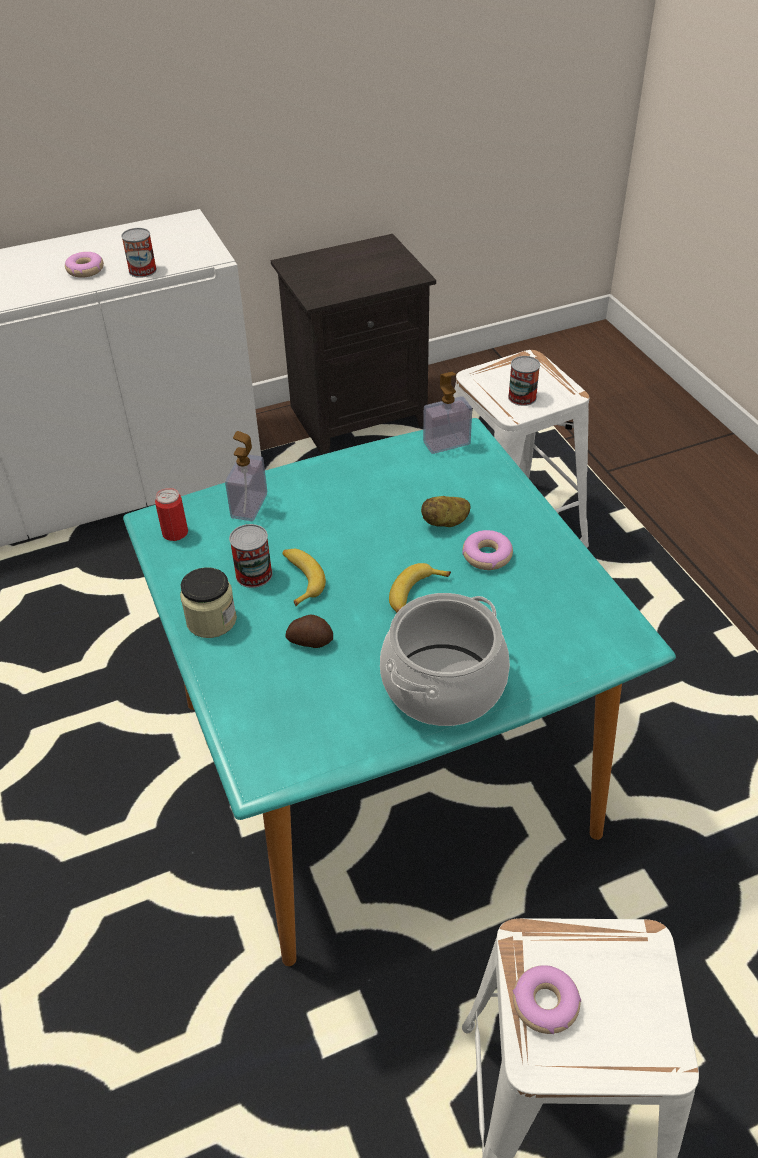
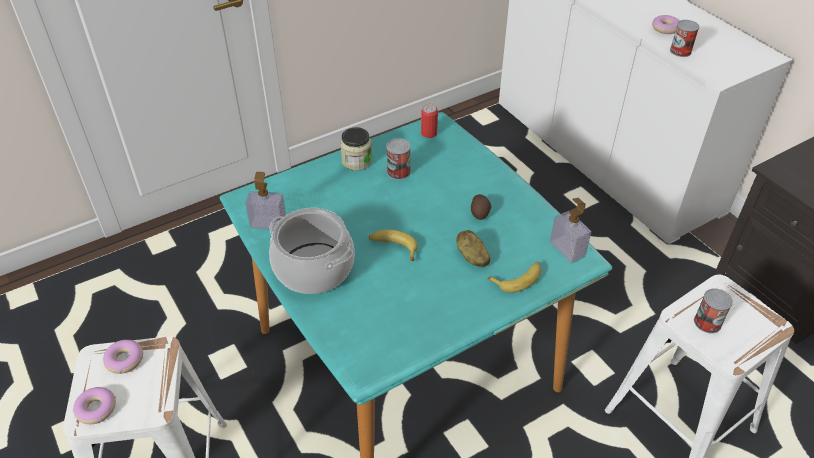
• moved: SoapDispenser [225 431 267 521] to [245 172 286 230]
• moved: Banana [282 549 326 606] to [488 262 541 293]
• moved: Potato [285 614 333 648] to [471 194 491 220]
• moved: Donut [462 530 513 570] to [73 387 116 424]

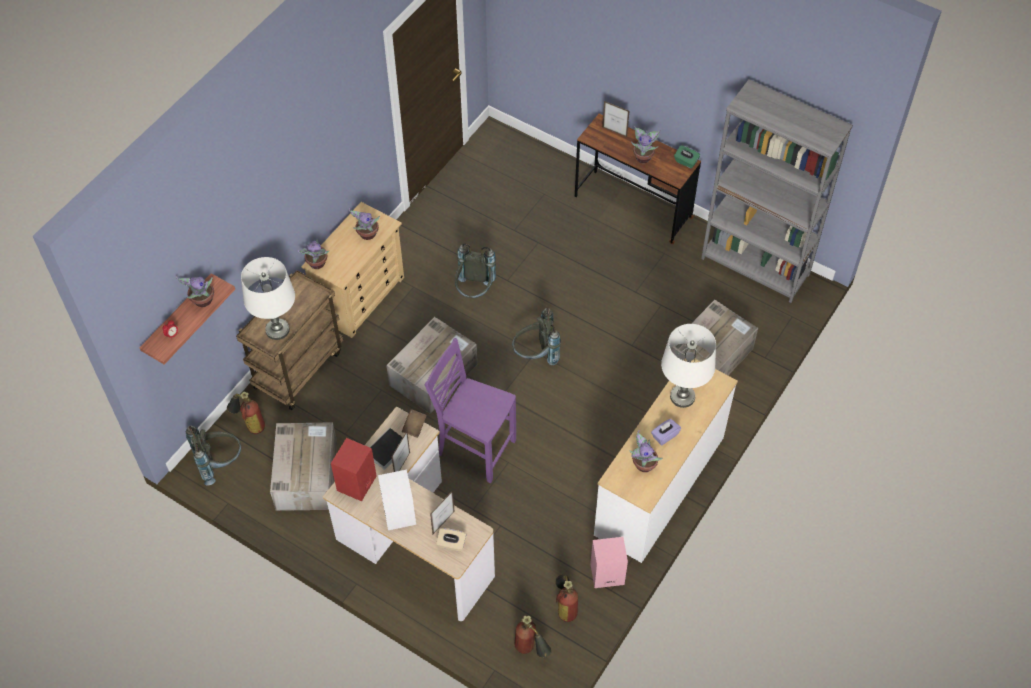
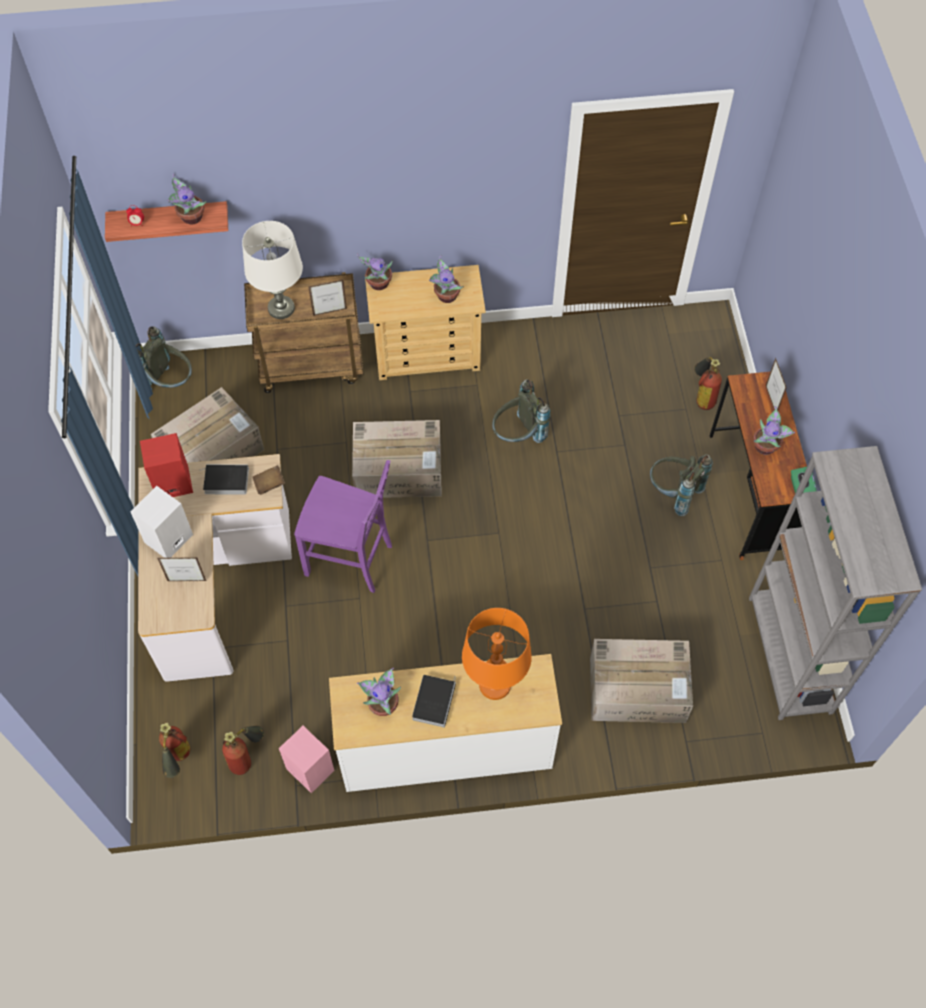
• removed: BeigeTissueBox [436 528 466 552]
• moved: FireExtinguisher [227 391 265 434] to [694 357 722 410]
• moved: PictureFrame [392 431 410 472] to [308 280 347 316]
• moved: GreyBackpack [512 308 561 365] to [650 455 713 516]
• replaced: PurpleTissueBox [651 419 681 445] to Book [412 675 456 728]
• recoloured: WhiteTableLamp [661 324 716 408] to OrangeTableLamp [462 608 532 700]
• turned: PurpleChair [425 338 516 483] = [294 460 392 593] 120 degrees clockwise

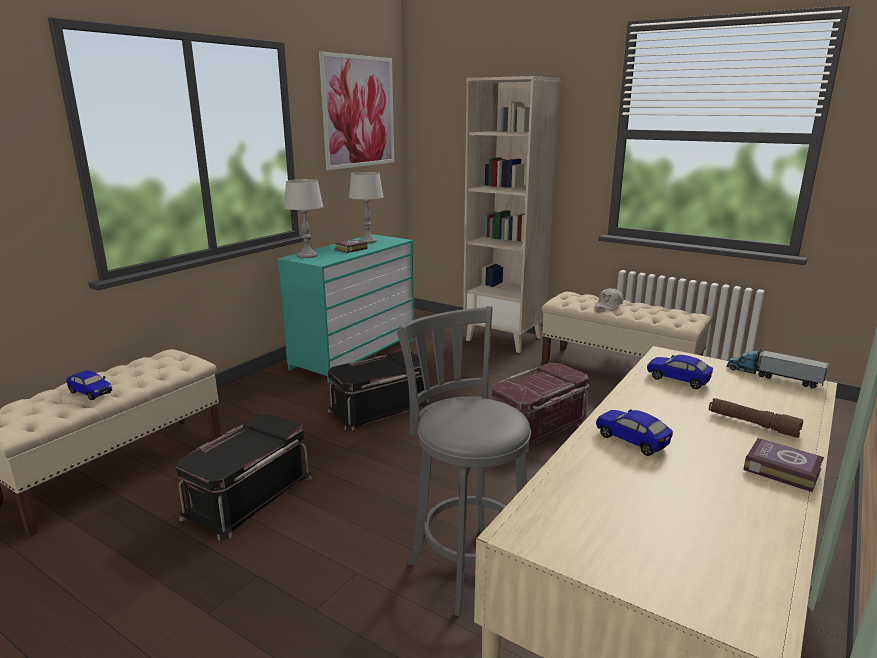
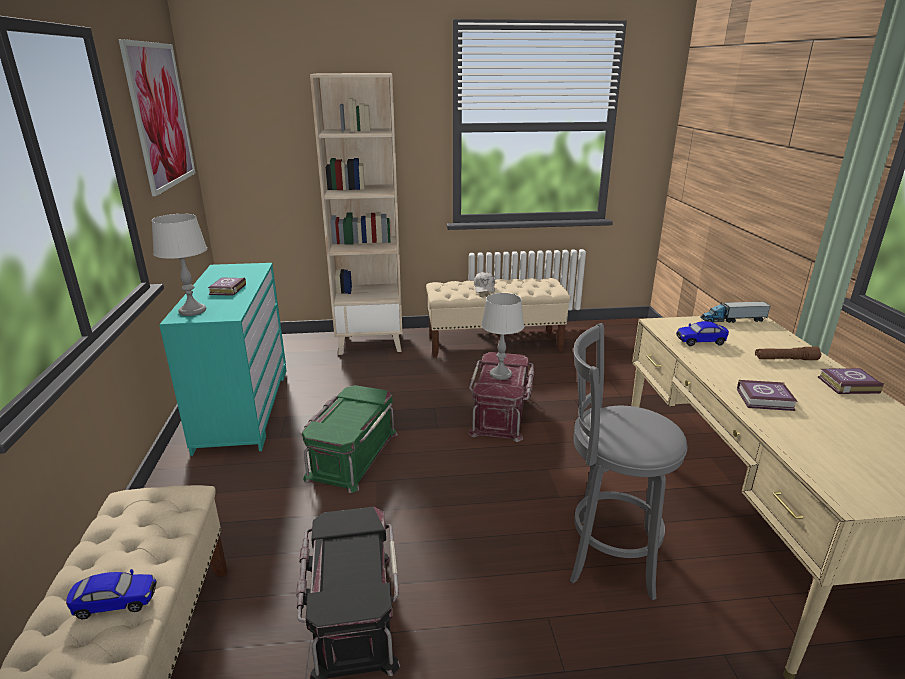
• moved: GreyTableLamp [349 172 384 243] to [481 293 524 380]
• replaced: ToyCar [596 409 673 456] to Book [737 380 798 411]
• recoloured: BlackStorageBox [327 351 432 431] to GreenStorageBox [300 385 398 493]

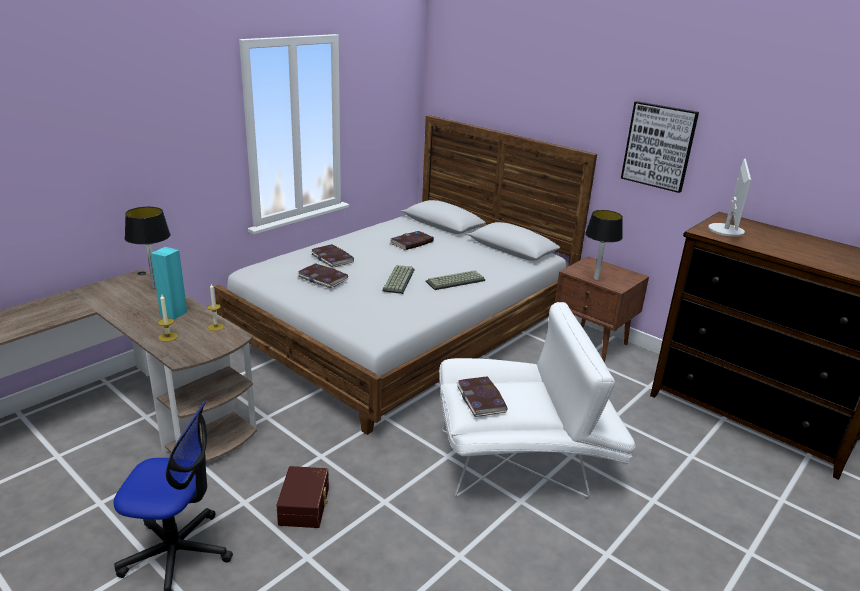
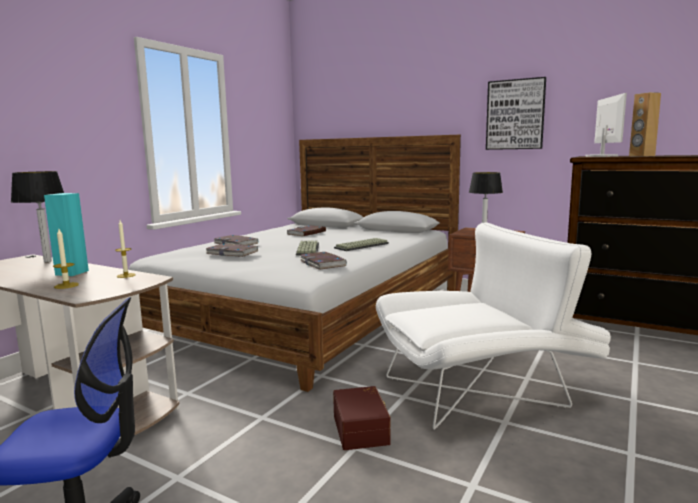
• added: BrownSpeaker [629 92 661 157]
• moved: BrownStorageBox [276 466 329 528] to [333 386 390 450]
• moved: Book [457 376 507 417] to [299 252 347 270]

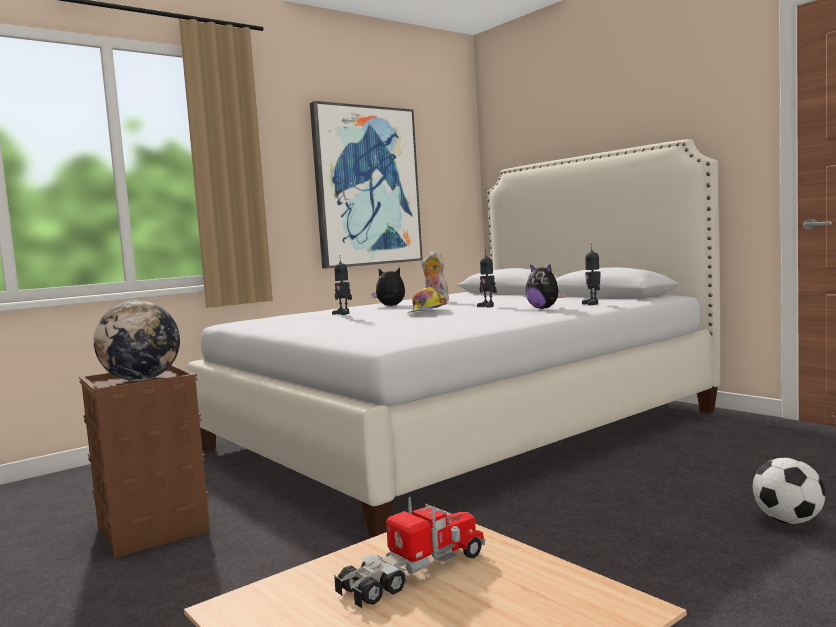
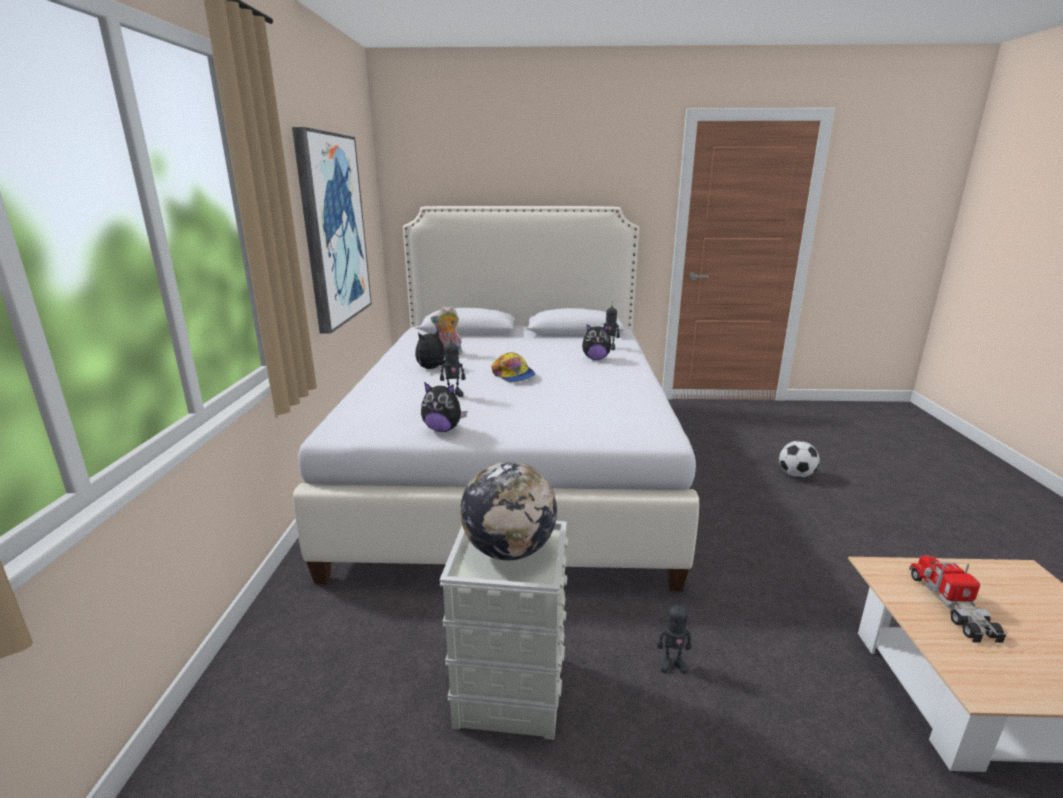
• added: PlushToy [421 382 467 432]
• moved: ToyRobot [477 249 497 308] to [657 598 692 674]
• recoloured: BrownStorageBox [79 363 210 558] to GreyStorageBox [440 521 568 740]

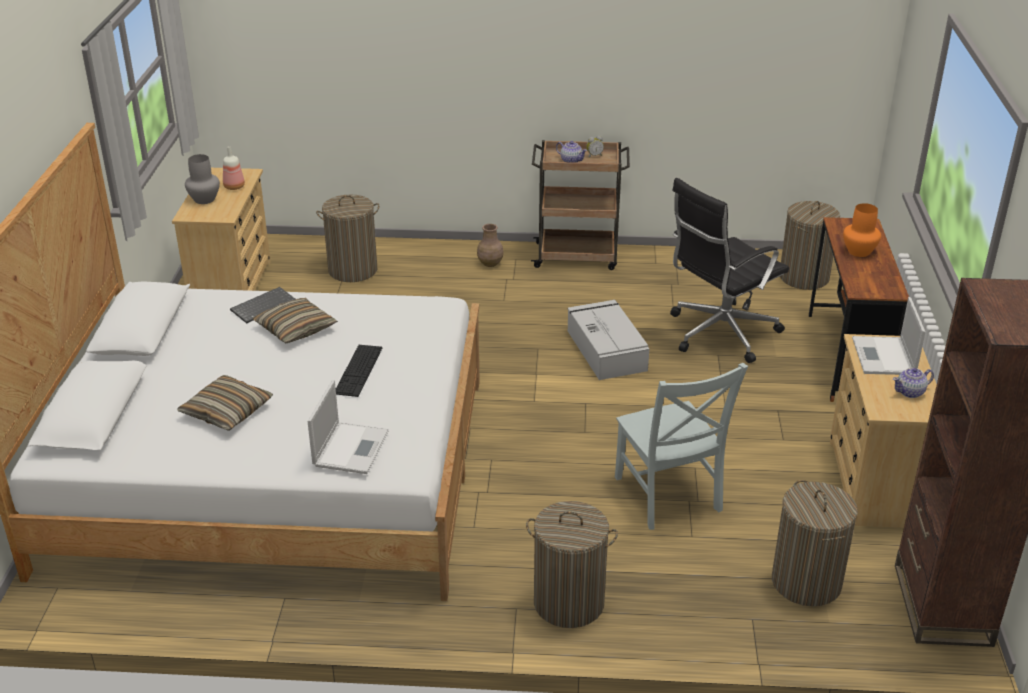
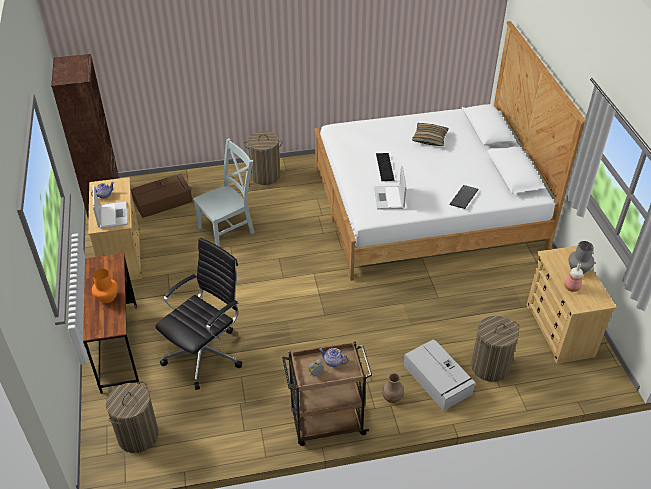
• removed: Pillow [253 298 338 343]
• moved: Laptop [307 380 389 474] to [374 166 407 210]
• moved: GreyStorageBox [568 300 649 380] to [404 339 475 411]
• replaced: LaundryBasket [772 480 858 606] to BrownStorageBox [131 174 192 218]
• turned: GreyChair [615 363 748 530] = [193 138 255 247] 90 degrees clockwise

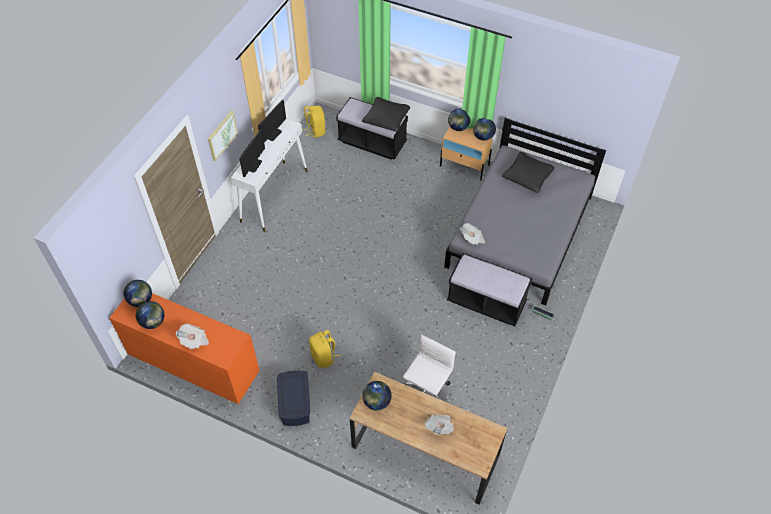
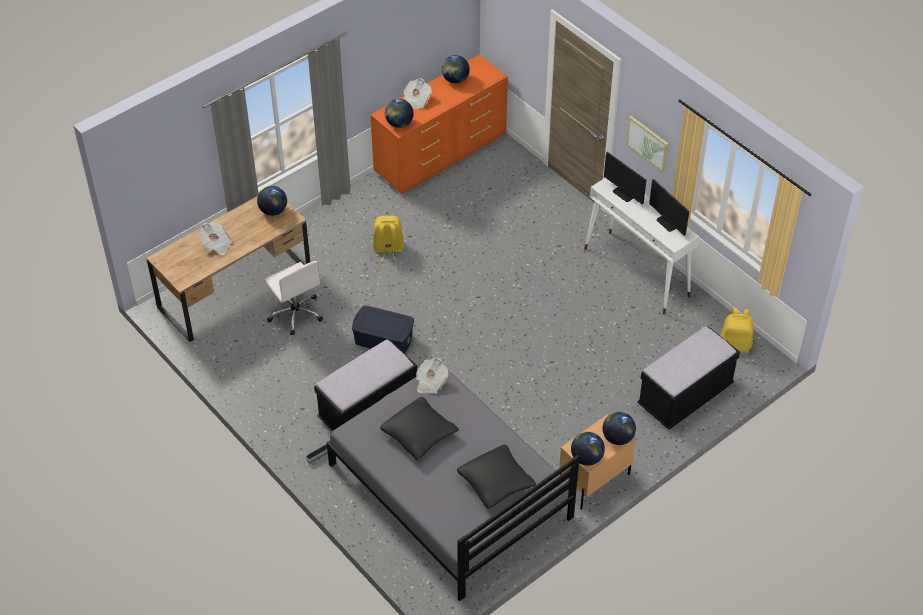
• moved: Globe [124 280 152 307] to [385 99 414 128]
• moved: BlueStorageBox [277 370 310 426] to [352 306 414 353]
• moved: BlackPillow [362 97 410 132] to [380 397 459 460]

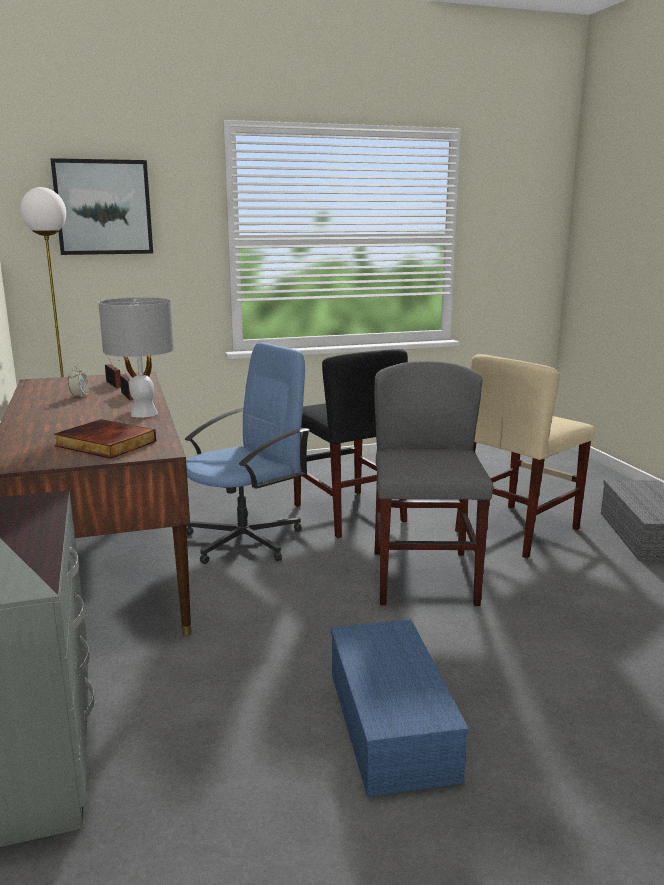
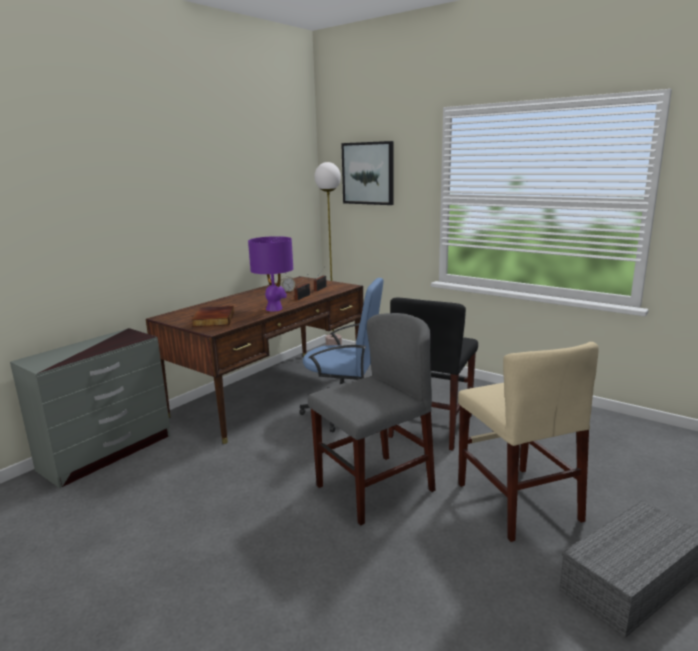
• removed: BlueStorageBox [331 620 469 797]
• recoloured: GreyTableLamp [98 297 174 418] to PurpleTableLamp [248 236 293 311]
• turned: BeigeChair [455 354 595 559] = [458 342 599 542] 120 degrees counterclockwise

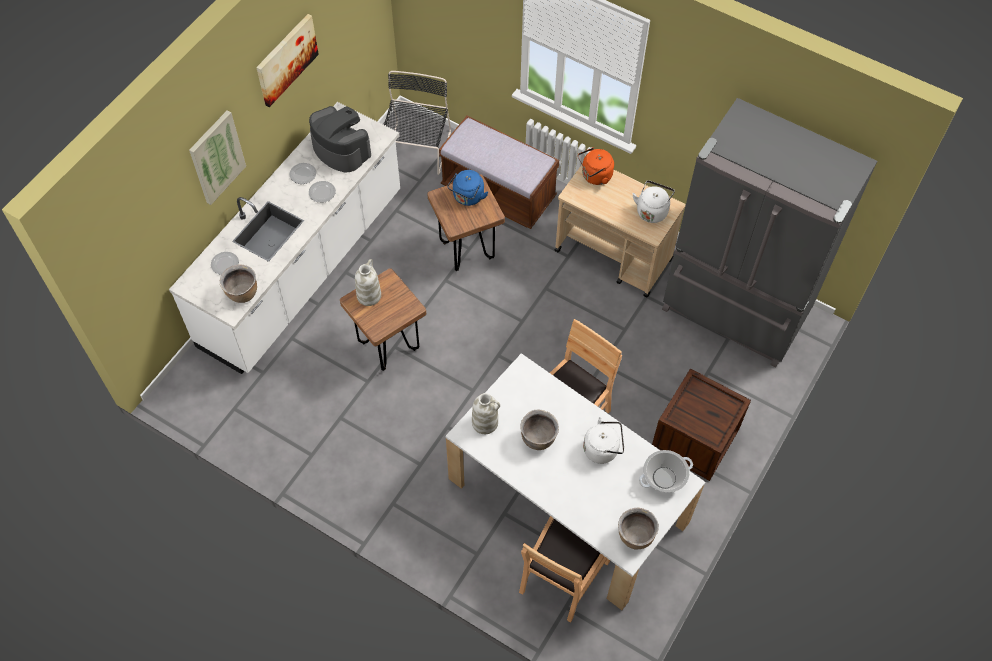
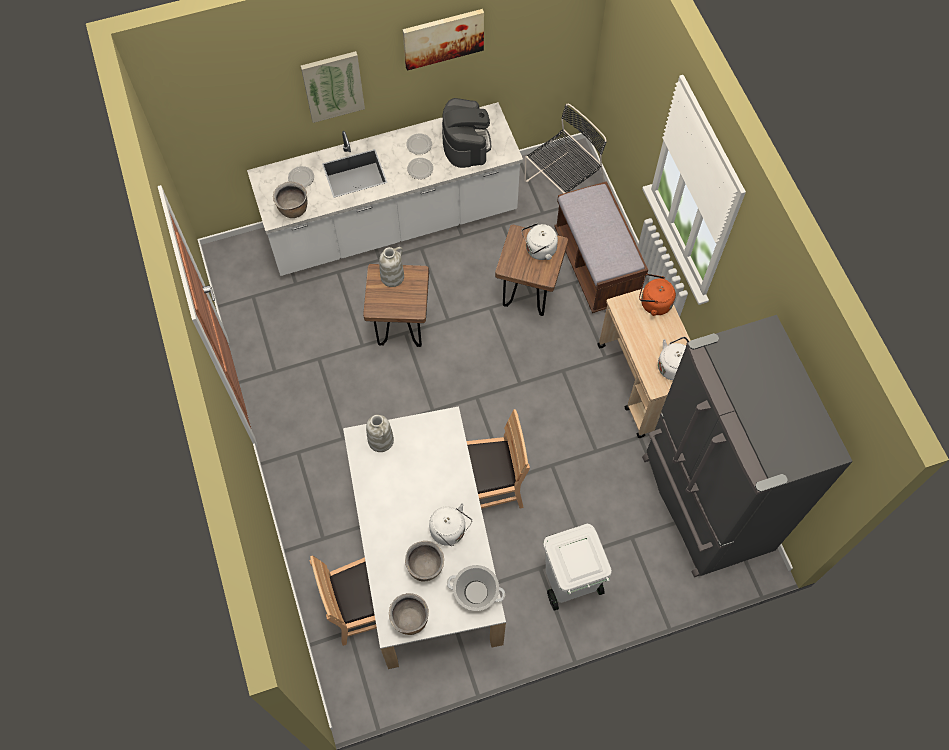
• moved: BrownCookingPot [520 410 559 450] to [405 541 444 582]
• replaced: Crate [652 368 751 481] to WhiteTrashCan [543 524 612 611]
• recoloured: BlueKettle [447 170 488 206] to WhiteKettle [521 223 558 260]

